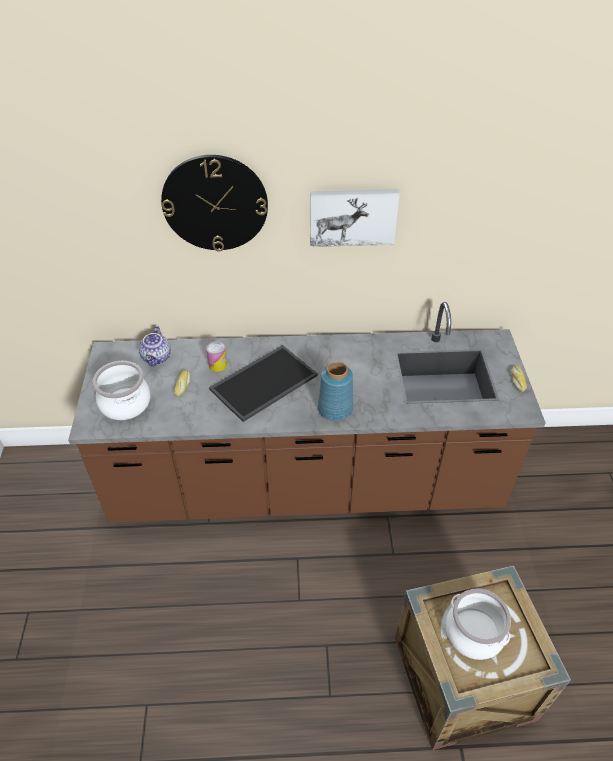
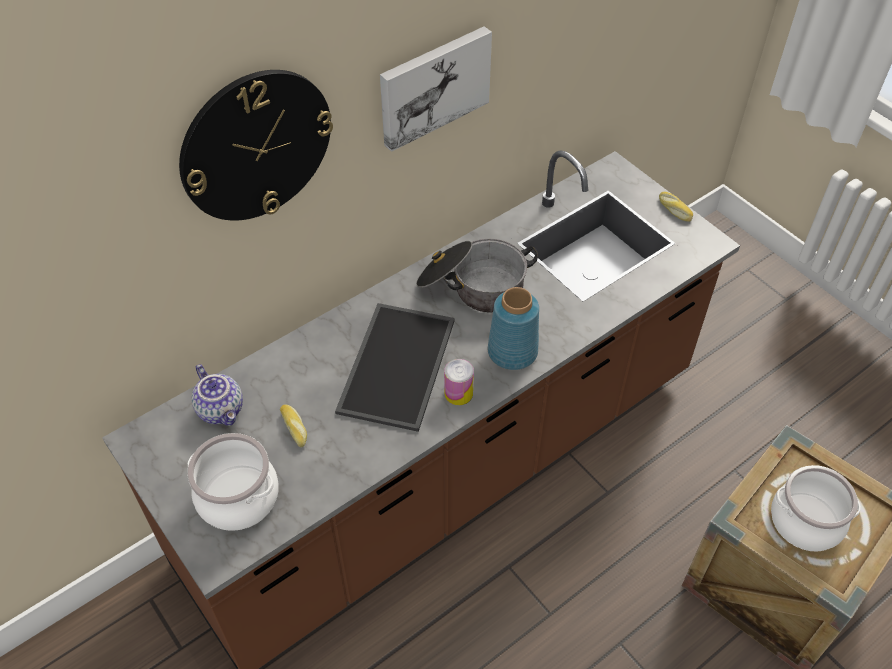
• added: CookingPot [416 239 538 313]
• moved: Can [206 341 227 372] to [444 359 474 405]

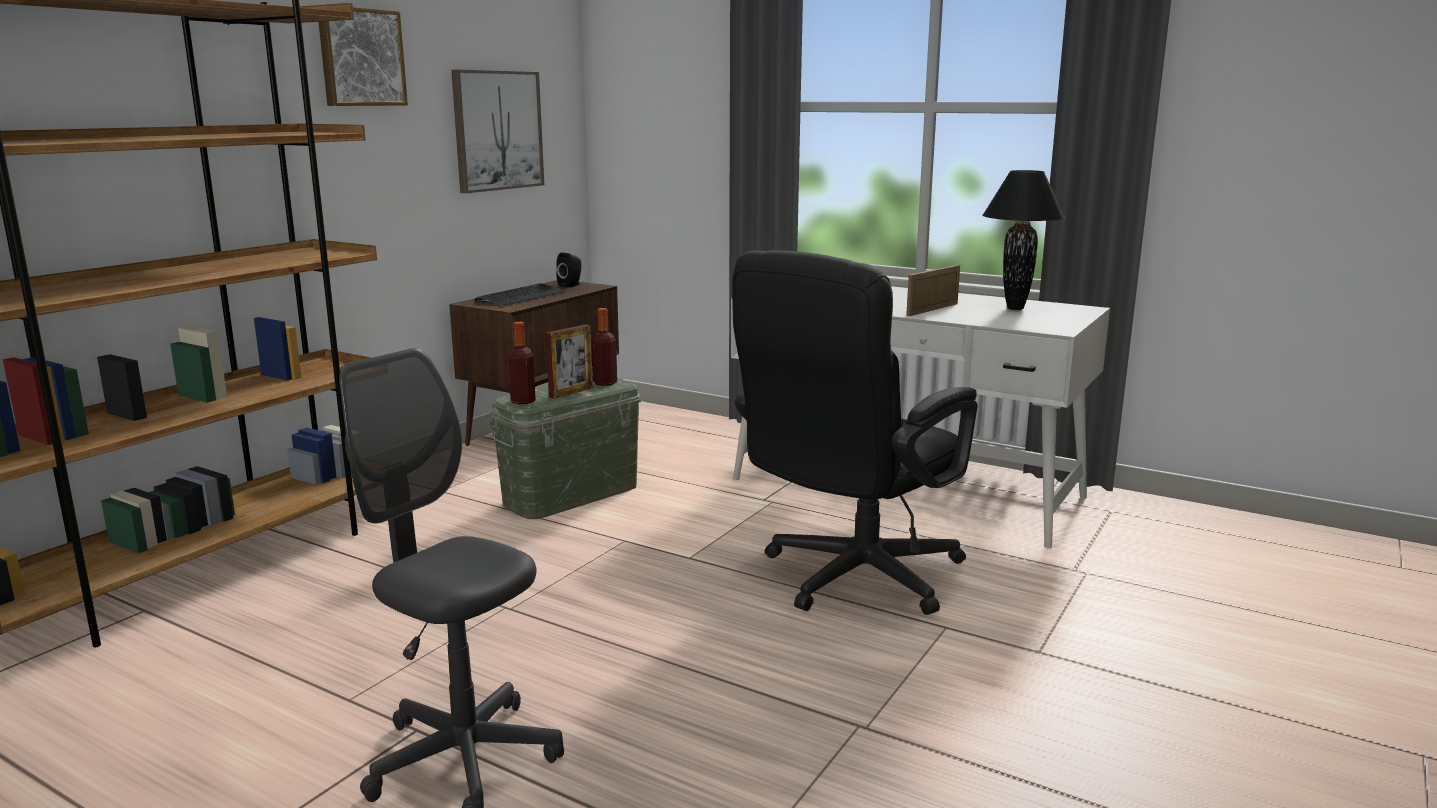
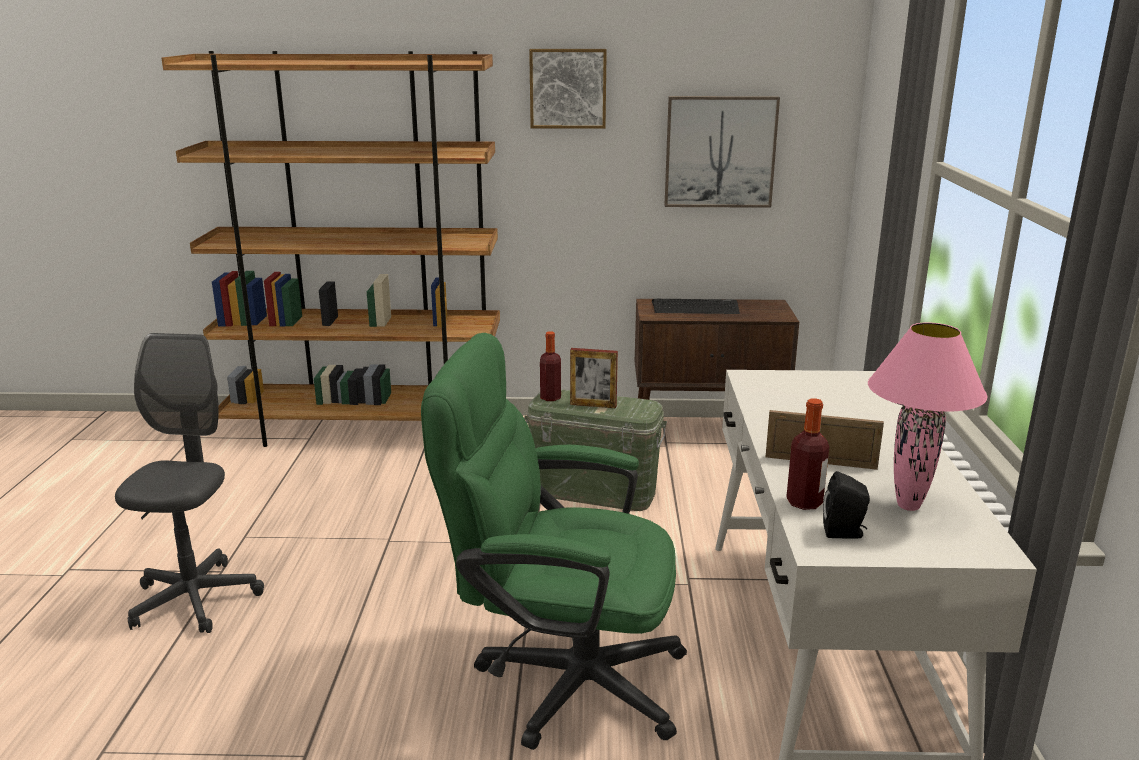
• moved: BlackSpeaker [556 252 581 288] to [823 471 870 538]
• moved: Bottle [591 308 617 386] to [786 398 829 510]
• recoloured: BlackOfficeChair [732 250 977 615] to GreenOfficeChair [421 333 687 750]
• recoloured: BlackTableLamp [983 170 1065 310] to PinkTableLamp [868 322 988 511]

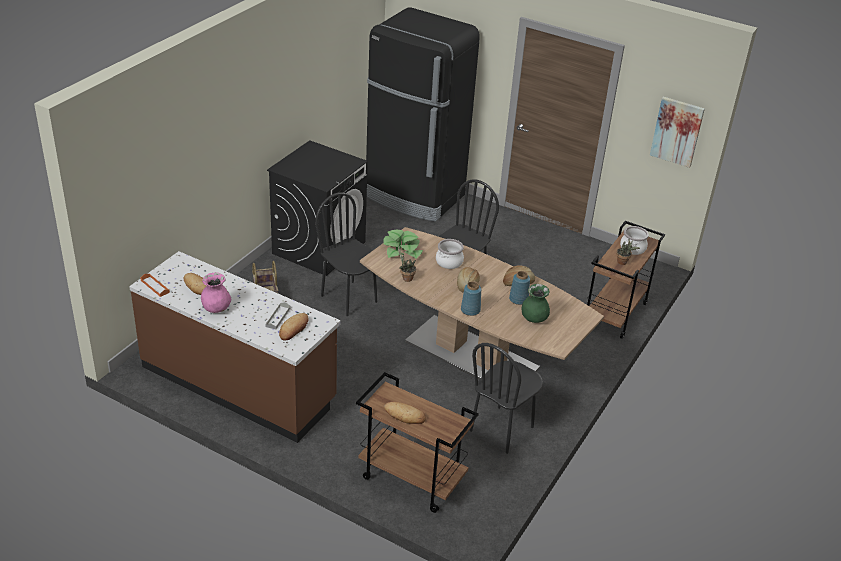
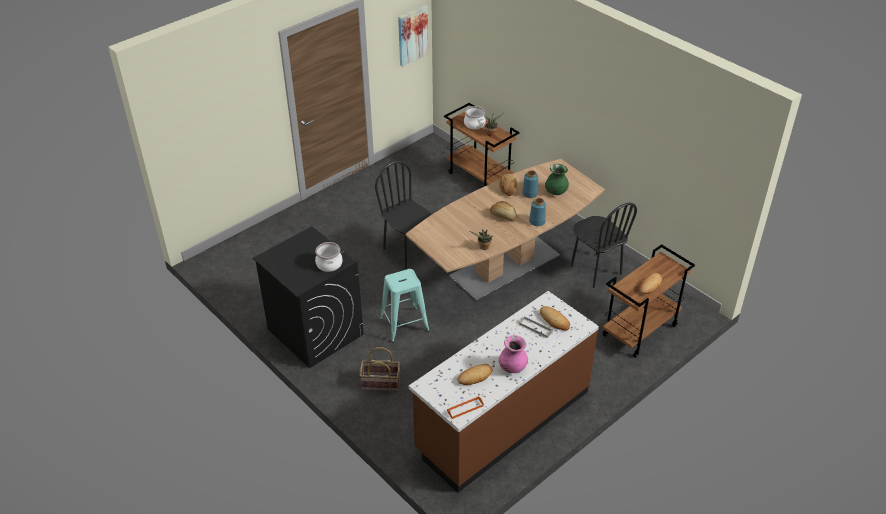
• removed: BlackFridge [366 7 480 222]
• removed: PottedPlant [383 230 423 259]
• moved: CookingPot [436 239 464 269] to [315 242 343 272]
• replaced: BlackChair [315 192 377 316] to TurquoiseStool [380 269 430 342]

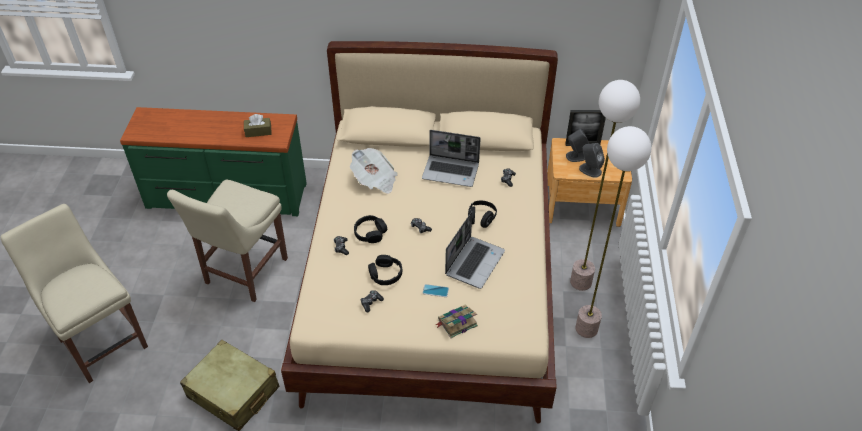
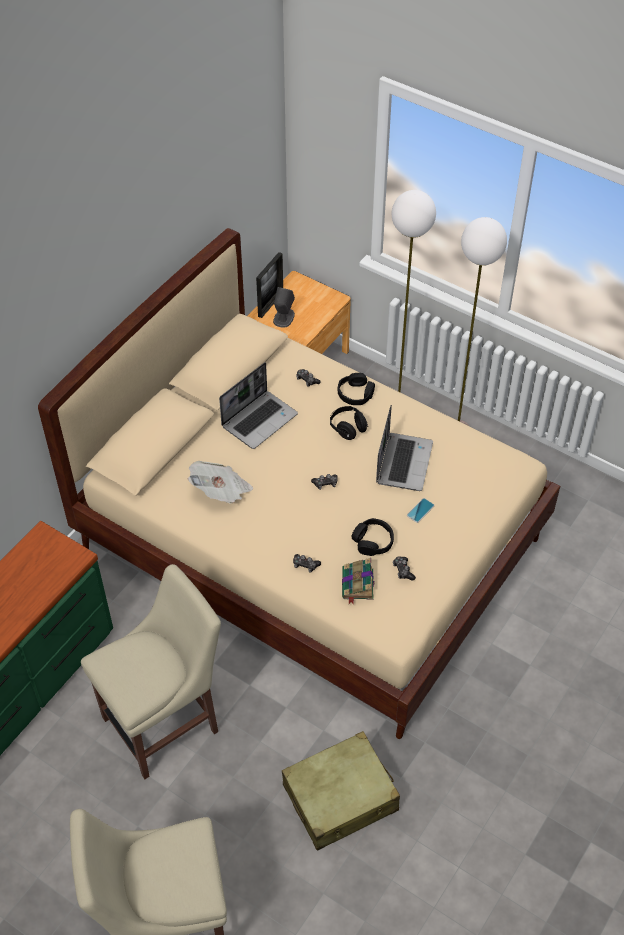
• removed: BrownTissueBox [244 114 272 137]
• removed: GreySpeaker [579 143 605 178]
• moved: BlackHeadphones [354 215 387 243] to [337 373 375 405]
• moved: Book [435 305 478 338] to [342 558 375 605]
• turned: BeigeChair [167 180 288 302] = [81 564 221 779] 90 degrees counterclockwise
• turned: Laptop [445 212 505 289] = [376 405 433 491] 45 degrees clockwise

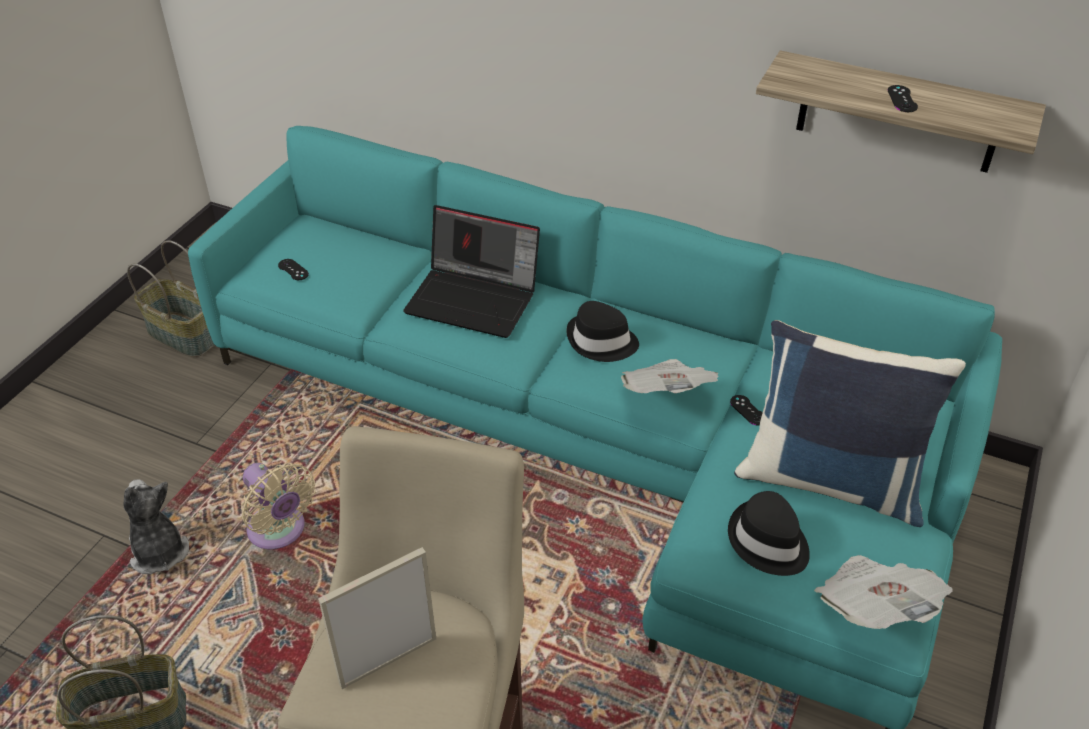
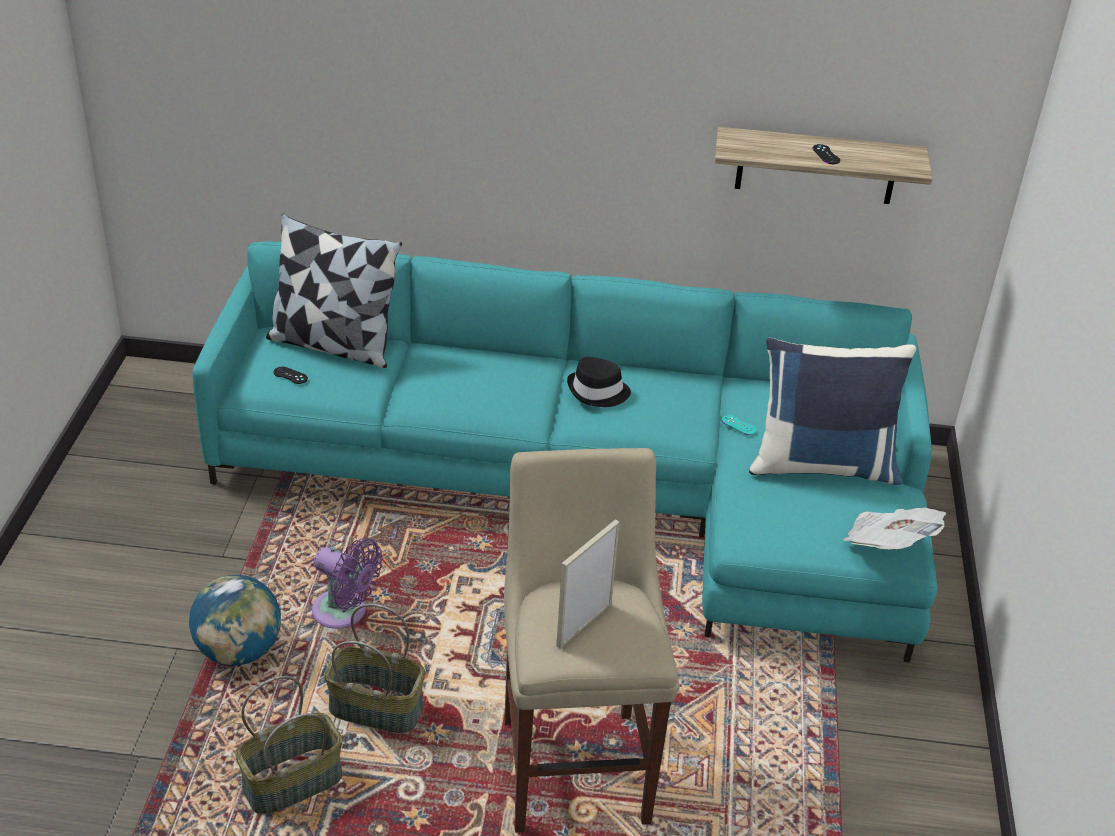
• removed: Laptop [403 205 540 338]
• removed: Newspaper [621 359 718 393]
• removed: BlackHat [728 491 810 576]
• added: Pillow [266 213 402 368]
• moved: Basket [127 240 215 357] to [324 604 425 733]
• replaced: PlushToy [123 479 189 575] to Globe [189 575 281 666]
• recoloured: BeigeFan [241 463 315 549] to PurpleFan [312 538 382 629]
• recoloured: BlackGameController [730 395 763 425] to TurquoiseGameController [722 415 757 435]

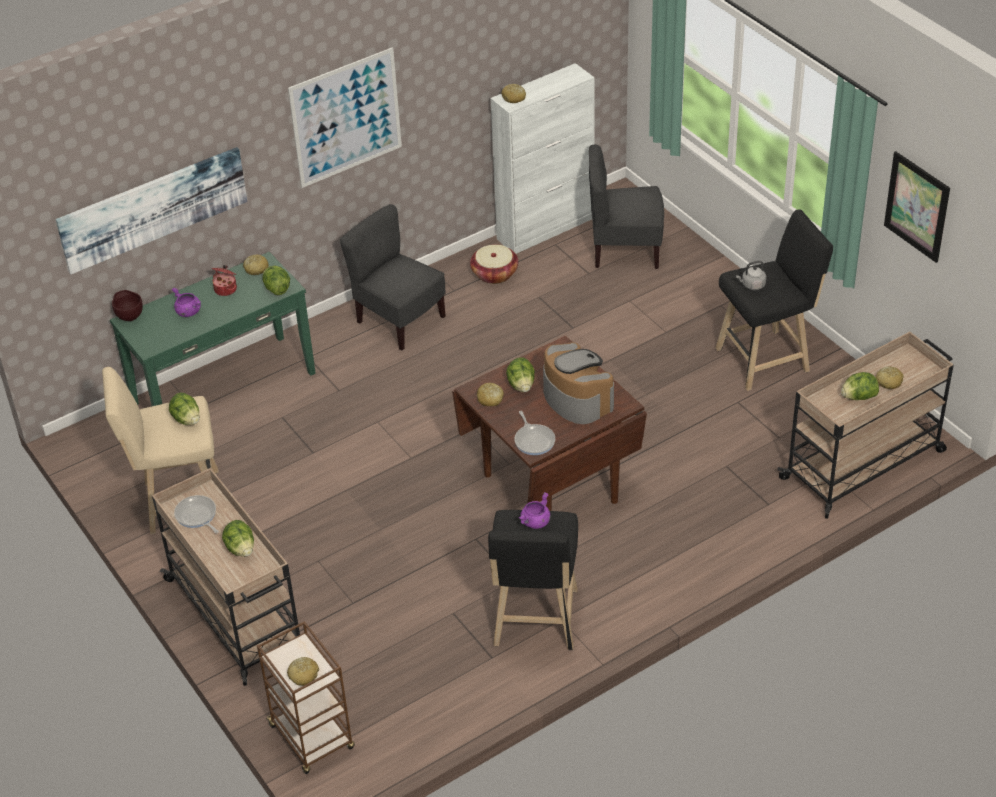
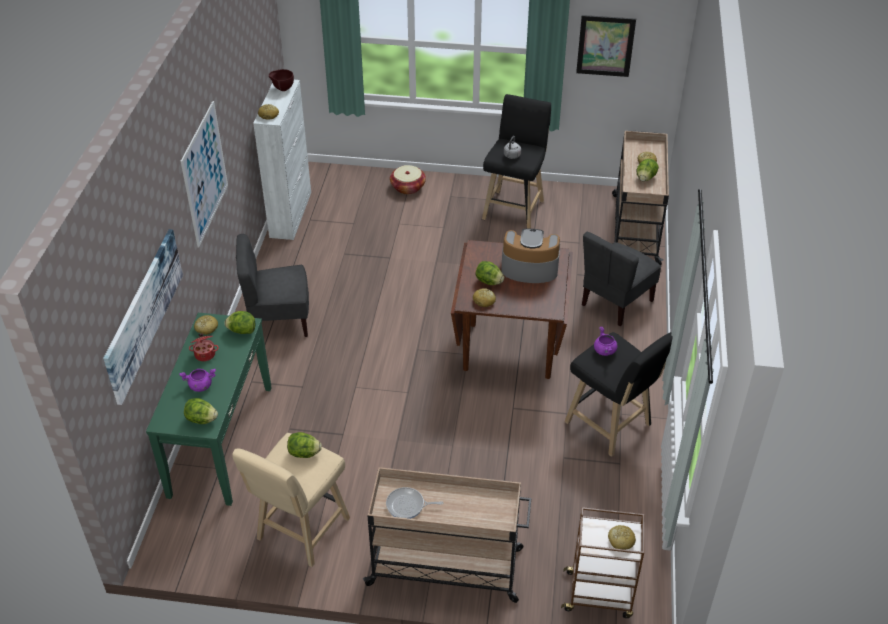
• removed: FryingPan [514 411 555 455]
• moved: BrownBowl [112 290 143 321] to [269 69 294 91]
• moved: Lettuce [222 520 254 557] to [184 398 218 424]
• moved: Basket [470 245 518 284] to [390 165 426 194]
• moved: GreyChair [589 145 664 269] to [582 232 661 326]

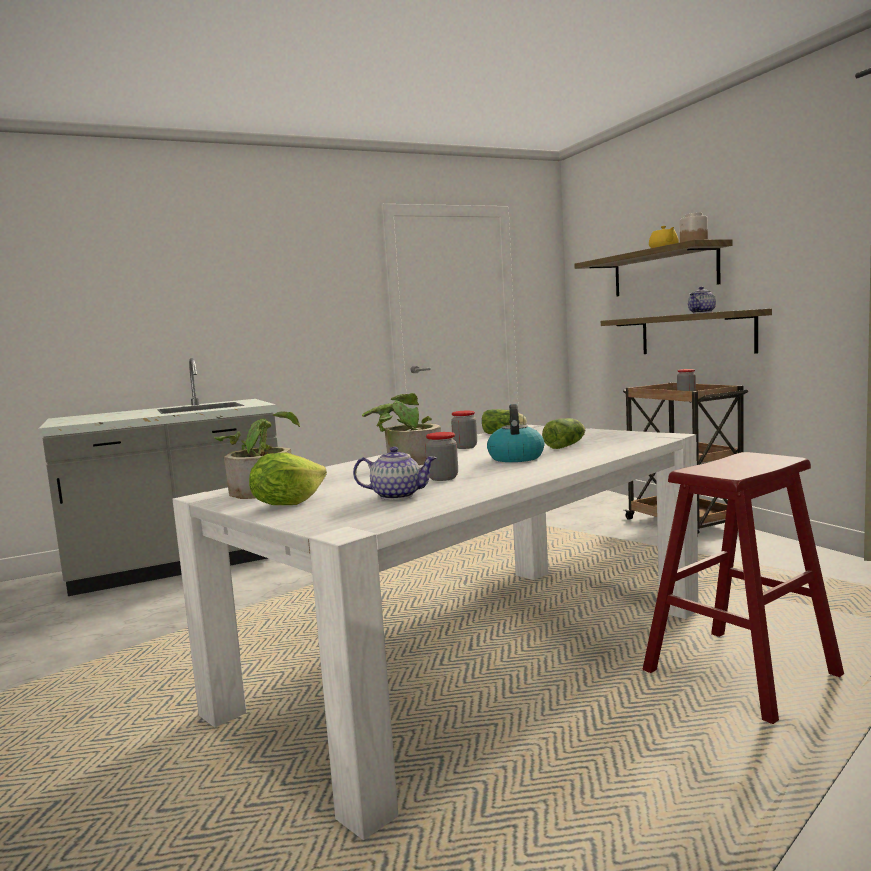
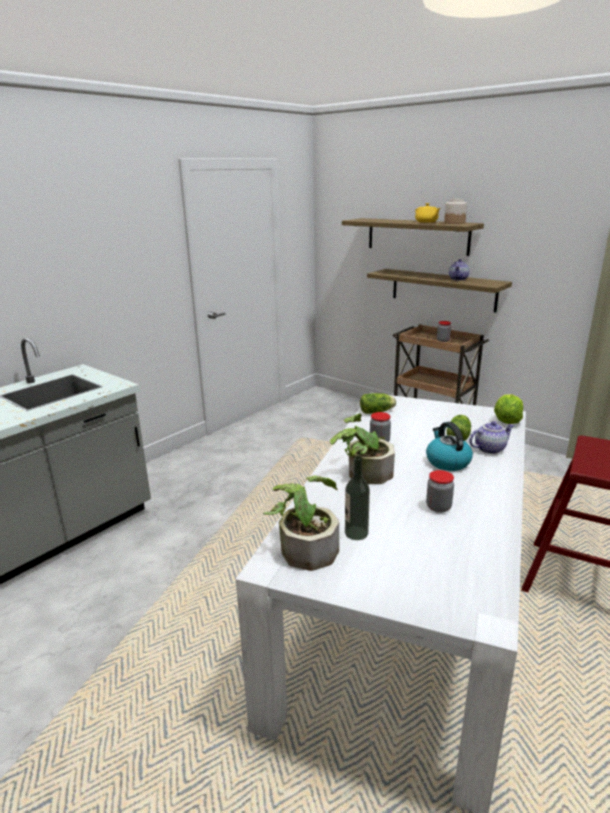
• added: Bottle [345 456 370 540]
• moved: Lettuce [249 452 327 505] to [494 394 523 424]
• moved: Teapot [353 446 437 500] to [469 421 514 454]

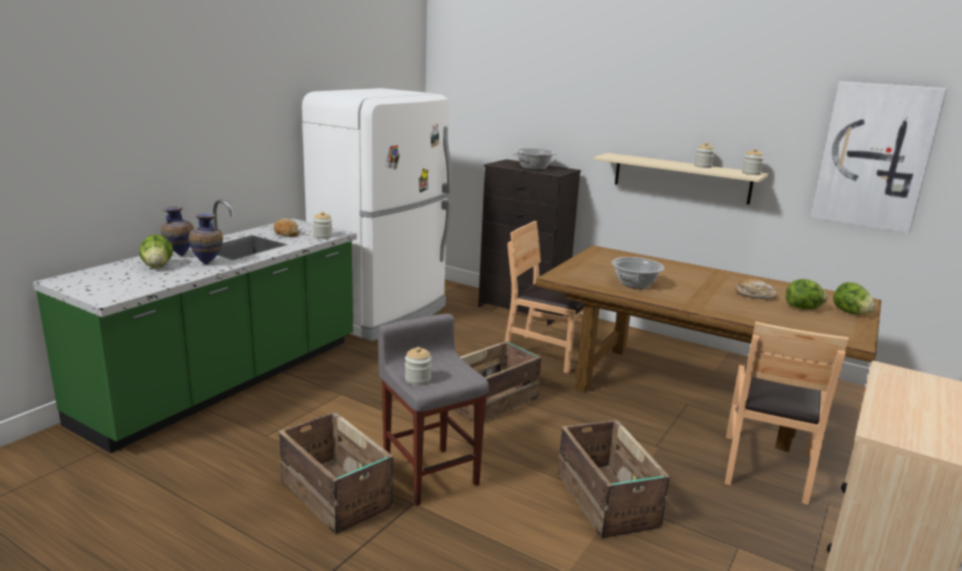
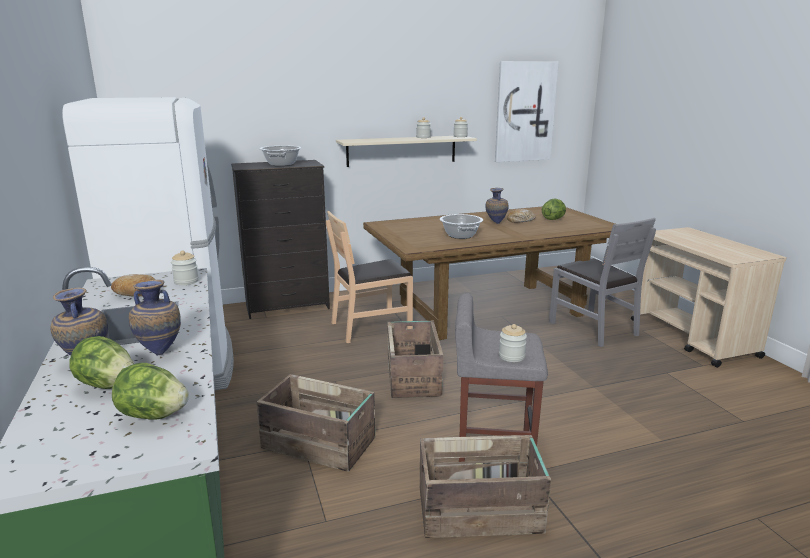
• added: Vase [486 188 508 224]
• moved: Crate [557 420 670 538] to [257 374 375 472]
• moved: Lettuce [833 282 875 315] to [112 363 189 420]
• recoloured: BrownChair [725 321 849 505] to GreyChair [549 218 656 347]

